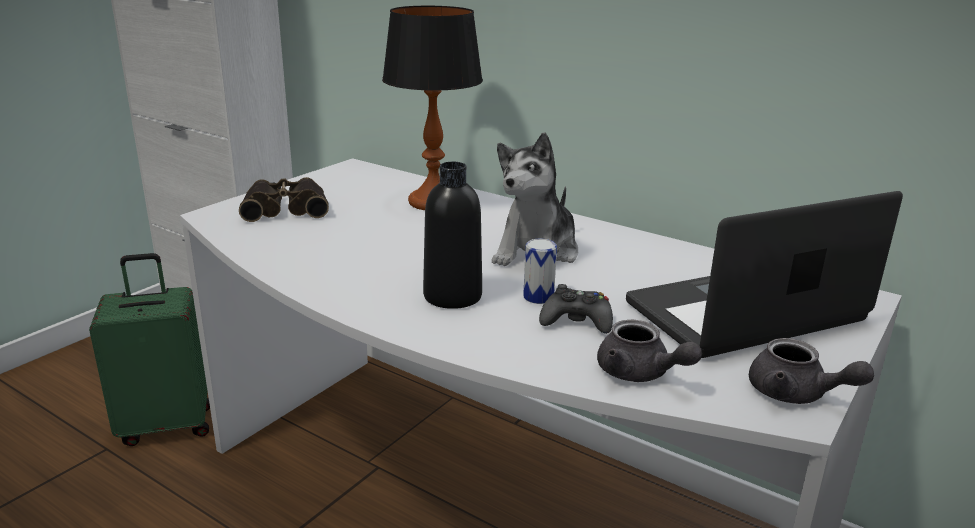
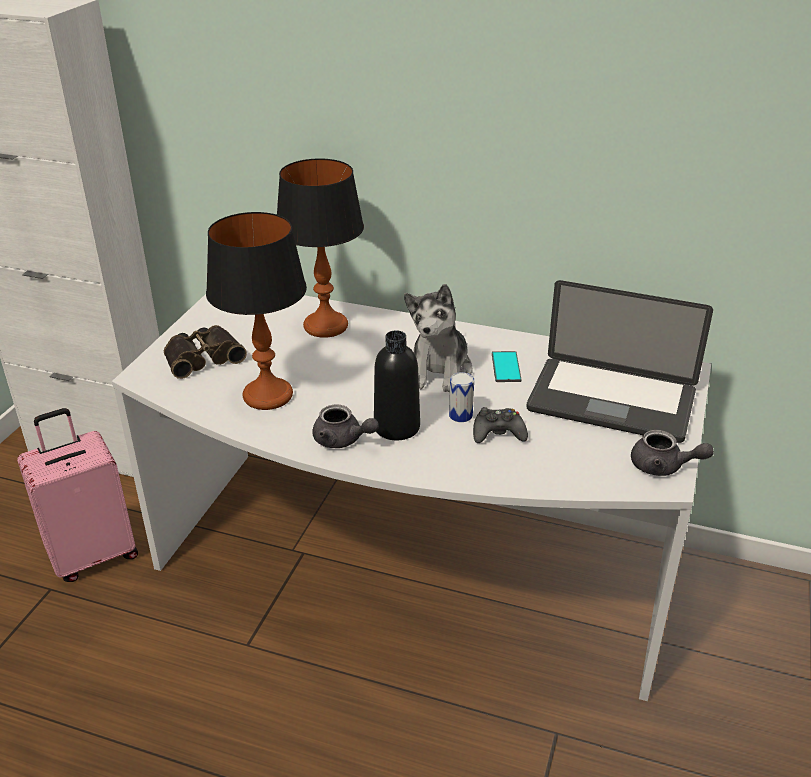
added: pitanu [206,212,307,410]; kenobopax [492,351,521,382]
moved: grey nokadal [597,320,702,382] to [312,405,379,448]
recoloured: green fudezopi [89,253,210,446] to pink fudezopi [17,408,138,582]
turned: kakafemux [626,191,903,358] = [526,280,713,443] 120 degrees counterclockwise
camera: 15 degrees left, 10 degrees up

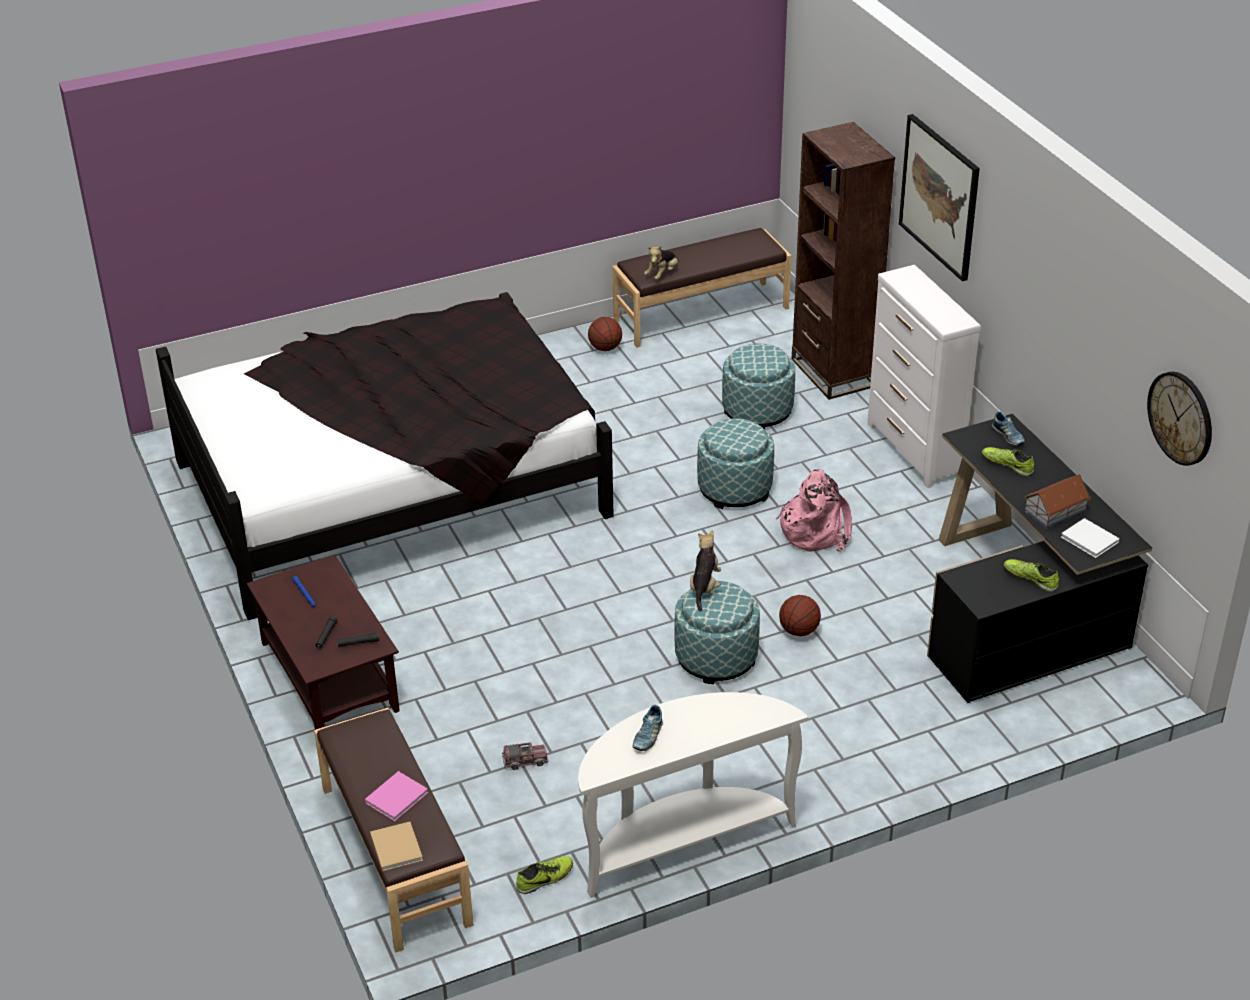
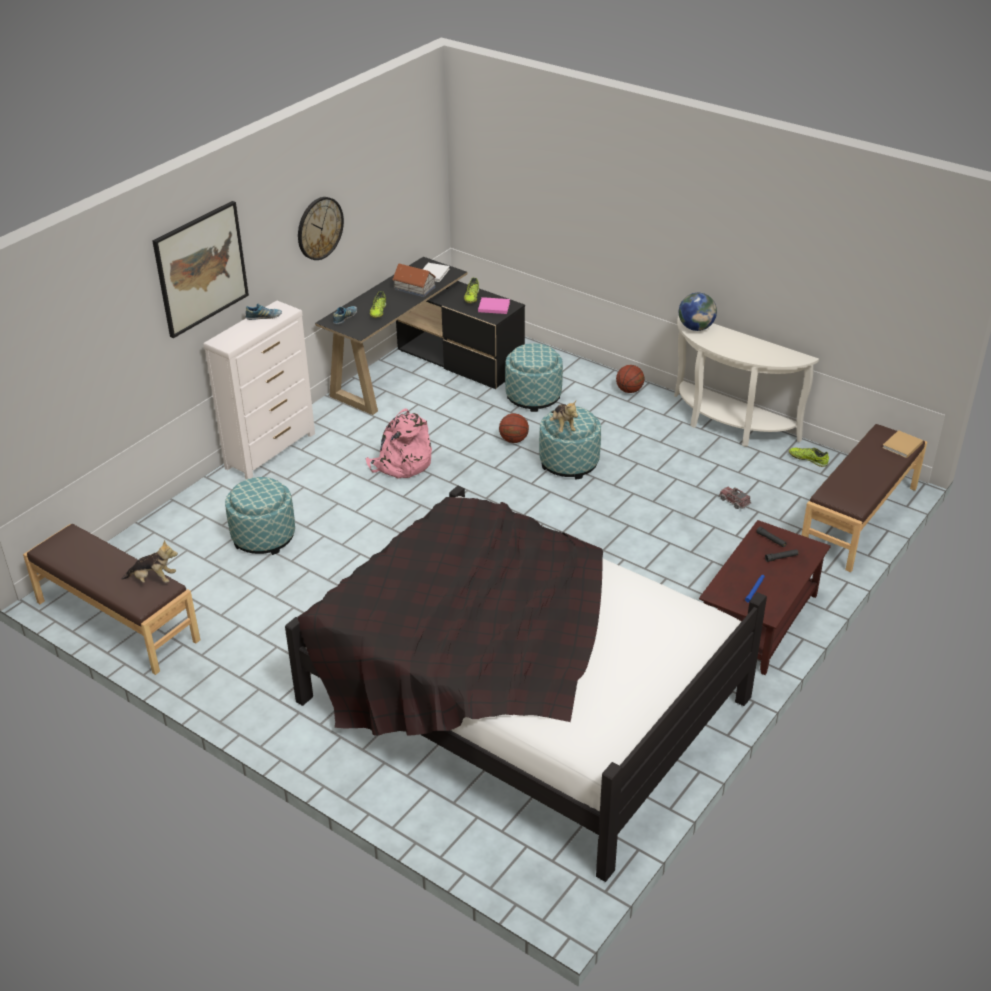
removed: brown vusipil [792,122,895,400]
added: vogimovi [679,293,717,331]
moved: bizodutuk [633,705,663,751] to [246,303,282,320]; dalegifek [1147,372,1212,466] to [298,197,344,260]; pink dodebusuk [365,771,428,821] to [478,297,510,314]; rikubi [697,418,774,509] to [505,343,563,412]; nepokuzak [588,317,622,351] to [616,365,645,393]
turned: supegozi [690,530,721,612] = [549,401,578,432] 90 degrees counterclockwise
camera: 120 degrees left, 0 degrees up

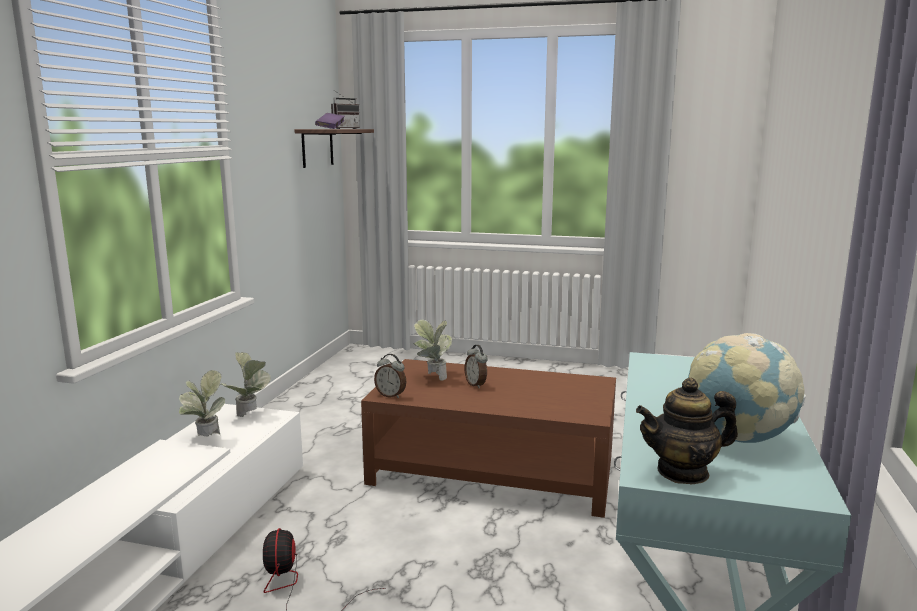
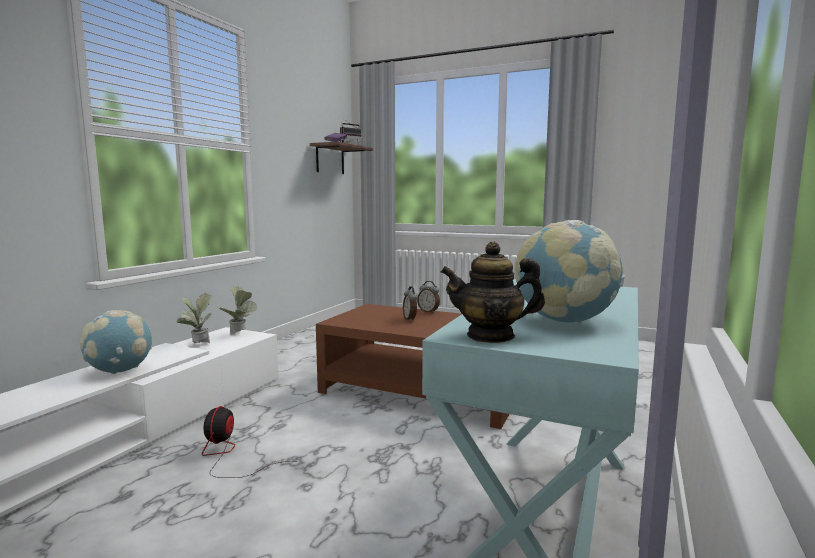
removed: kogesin [414,319,453,380]
added: vogimovi [80,310,152,374]
moved: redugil [374,354,406,398] to [417,281,440,313]
camera: 10 degrees right, 5 degrees down

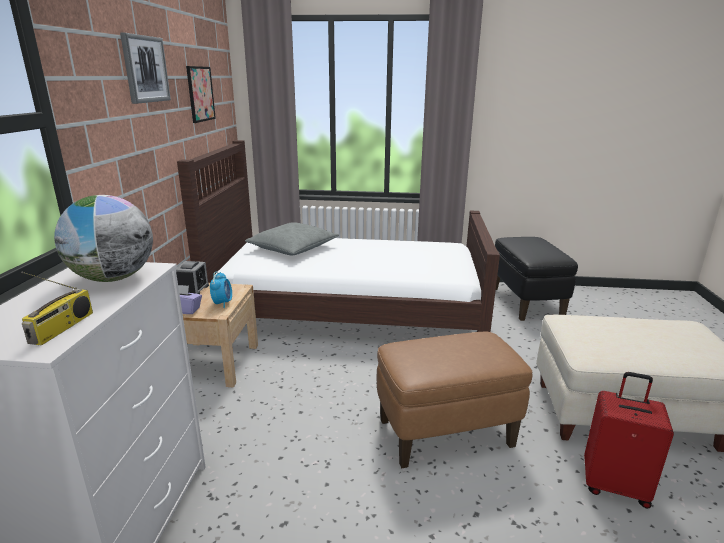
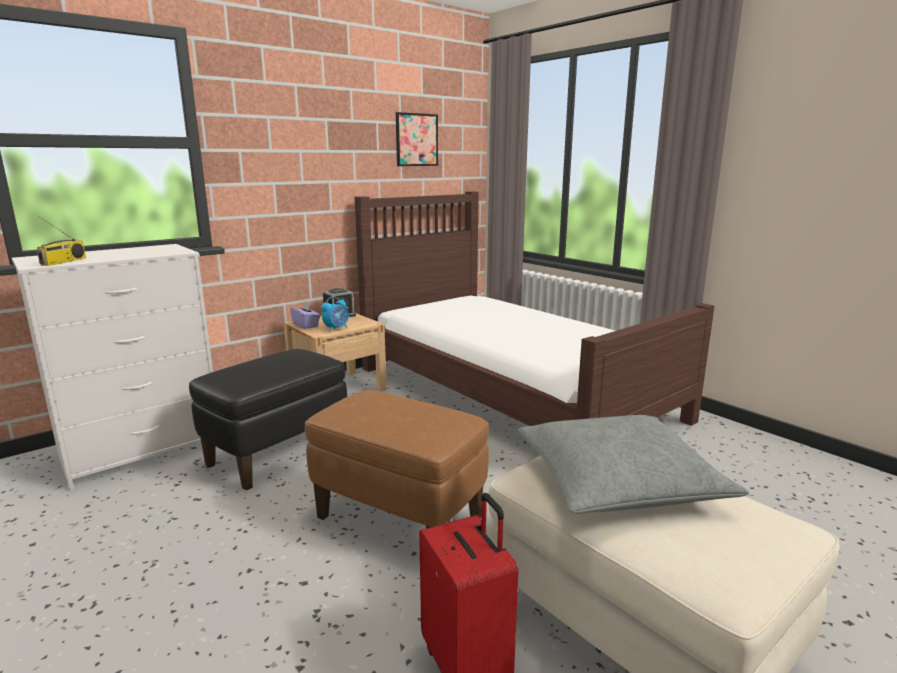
removed: vogimovi [54,195,153,282]; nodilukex [120,33,171,104]
moved: black rikubi [495,237,578,321] to [189,349,347,490]; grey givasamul [245,222,339,255] to [517,415,749,514]
turned: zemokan [21,272,93,345] = [37,216,86,266] 45 degrees counterclockwise
camera: 45 degrees right, 5 degrees down

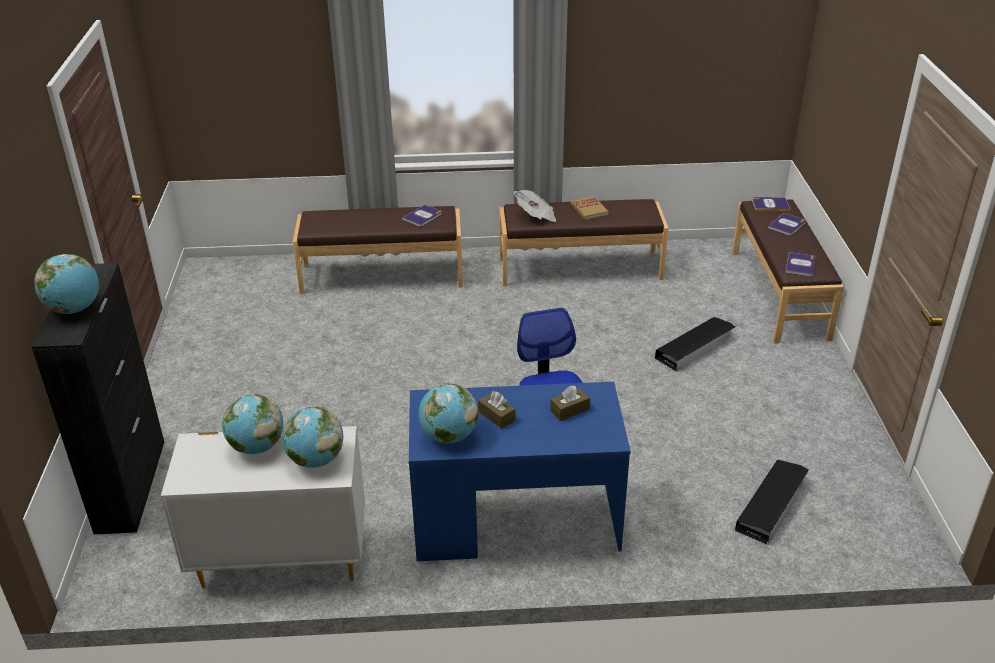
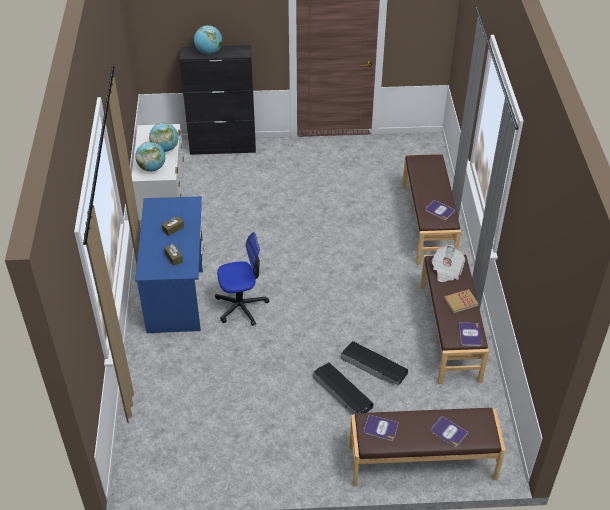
removed: vogimovi [418,383,478,443]
moved: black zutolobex [735,459,809,545] to [341,341,408,386]; dodebusuk [752,197,790,211] to [459,323,482,346]
camera: 90 degrees right, 10 degrees up

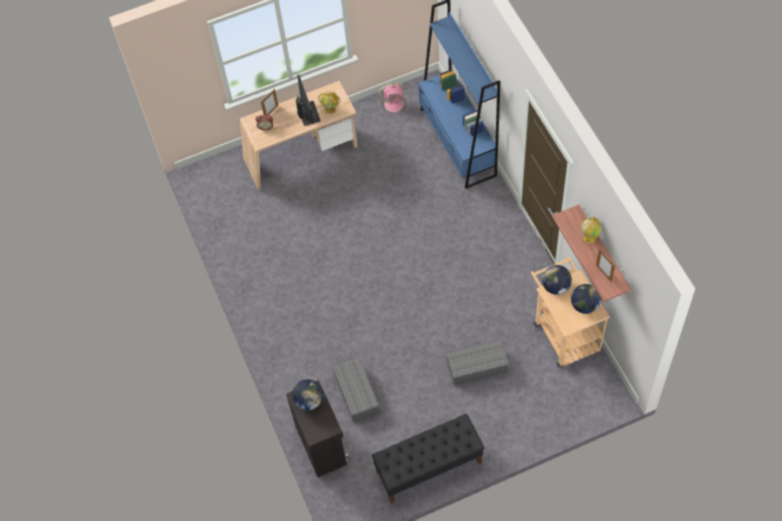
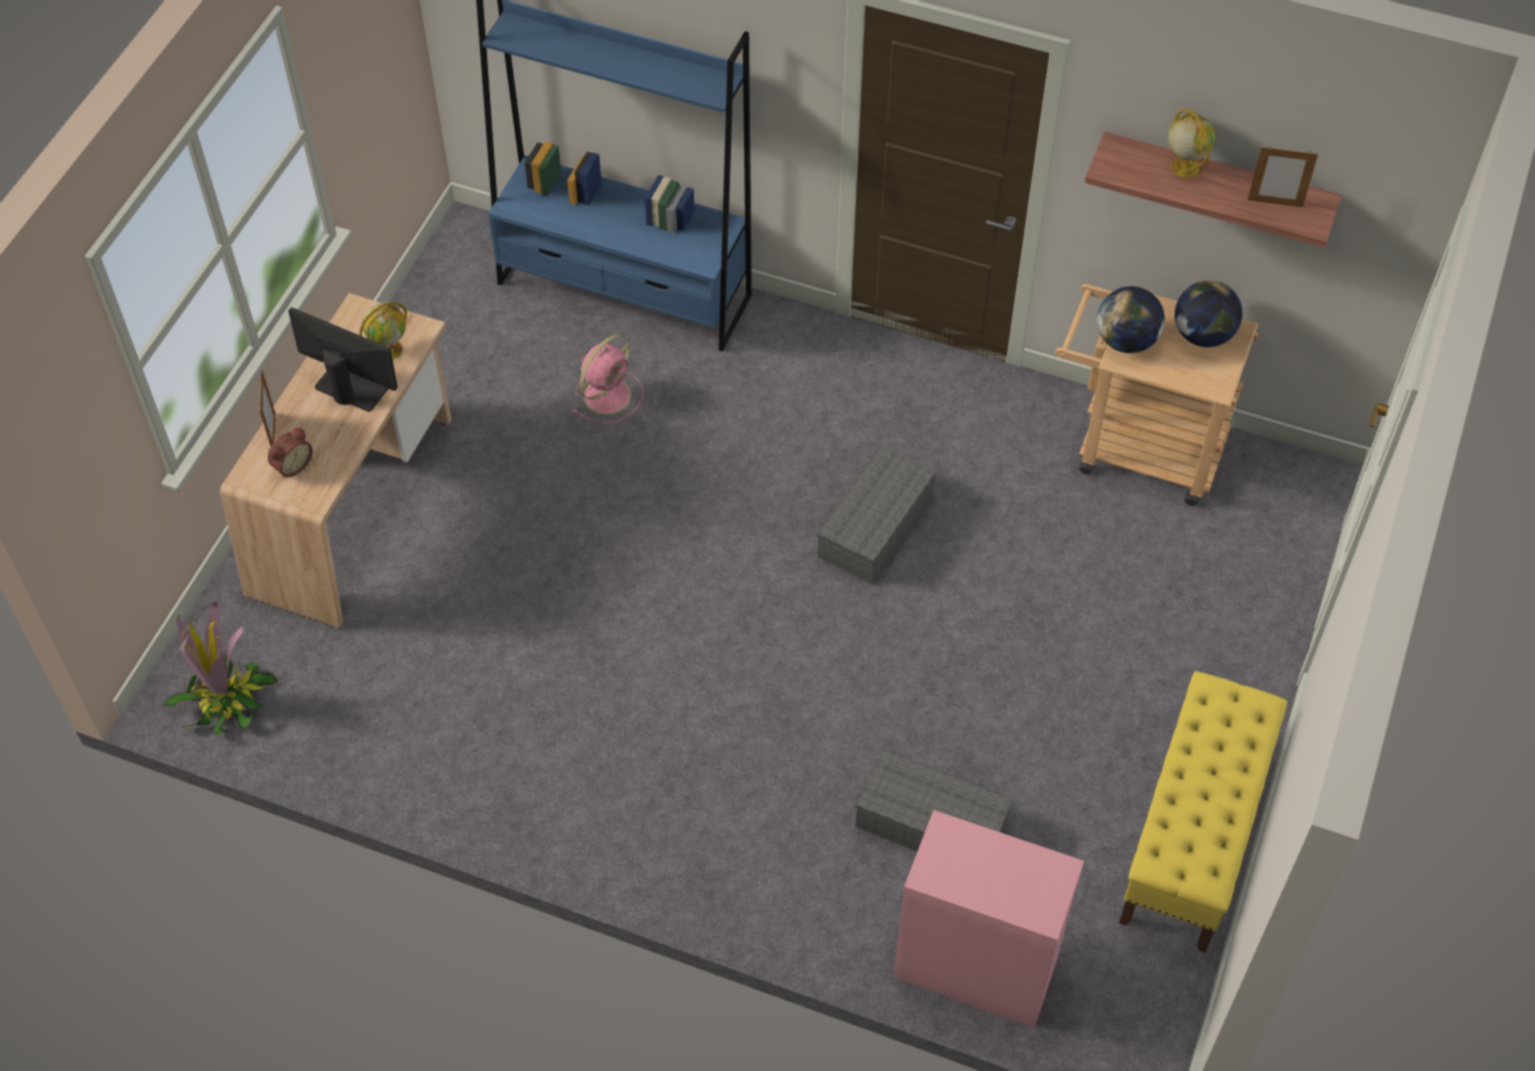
removed: vogimovi [292,379,323,410]
added: kogesin [164,602,279,735]
moved: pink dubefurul [378,83,409,116] to [573,334,643,423]; grey zutolobex [446,340,509,386] to [817,446,936,584]
recoloured: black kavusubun [286,380,349,477] to pink kavusubun [893,810,1084,1028]; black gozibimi [372,414,484,503] to yellow gozibimi [1119,671,1287,953]
camera: 50 degrees left, 5 degrees down

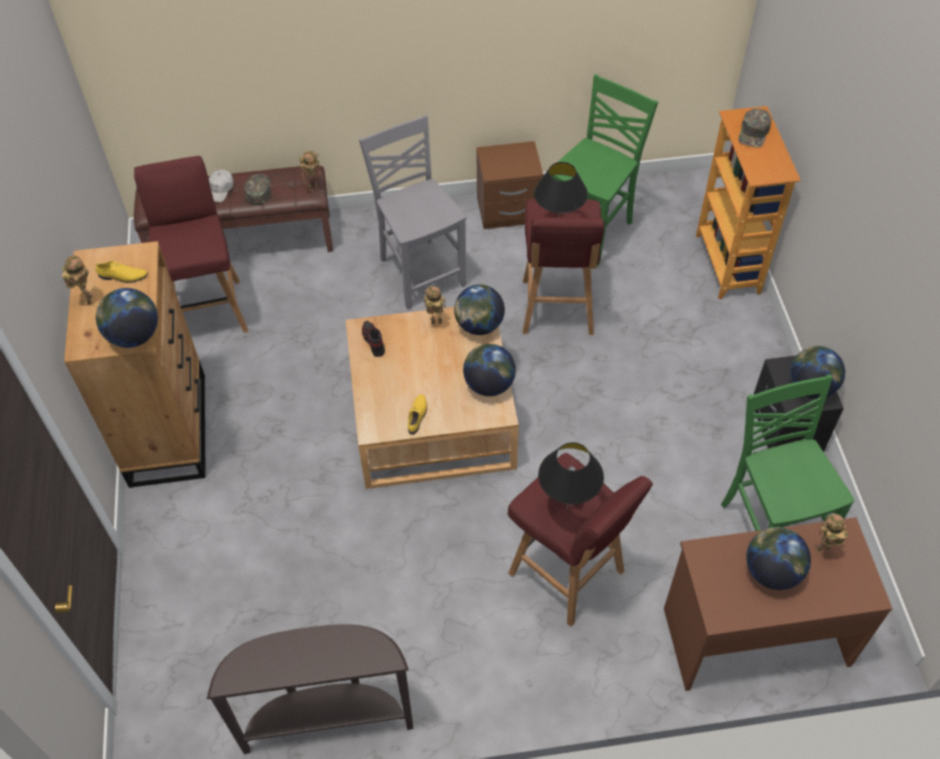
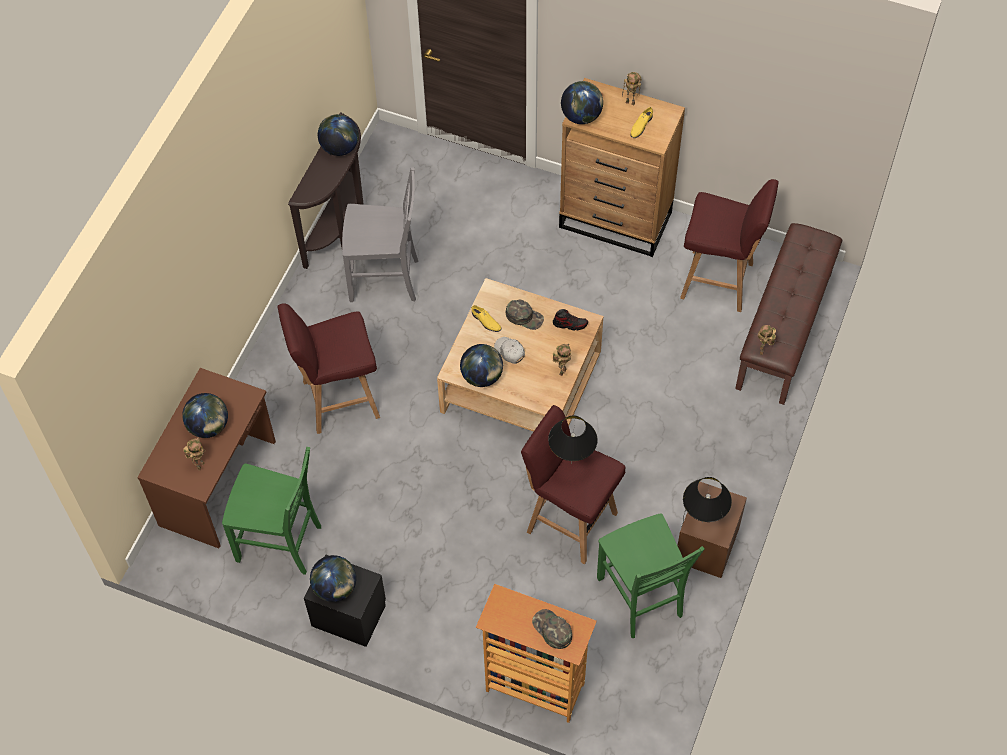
moved: vogimovi [454,284,505,335] to [318,114,359,156]; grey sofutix [359,115,466,310] to [342,167,418,302]; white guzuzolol [209,170,234,202] to [494,337,525,364]; green guzuzolol [244,174,271,205] to [506,299,544,330]; black pitanu [538,442,604,509] to [683,477,732,523]
camera: 120 degrees right, 5 degrees up

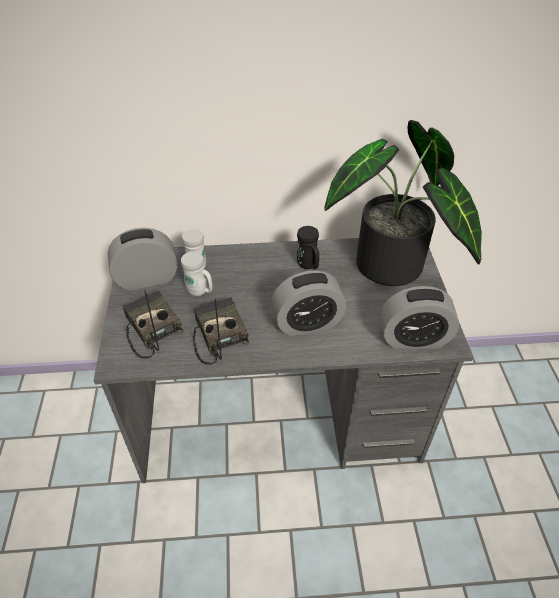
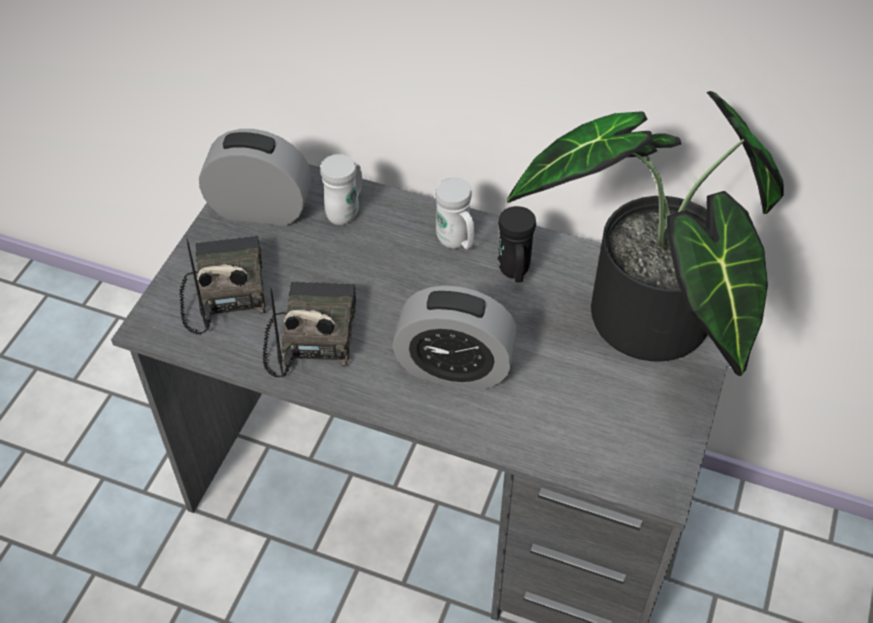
removed: redugil [381,286,459,349]
moved: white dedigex [181,252,213,296] to [435,177,474,249]
camera: 25 degrees right, 5 degrees up

